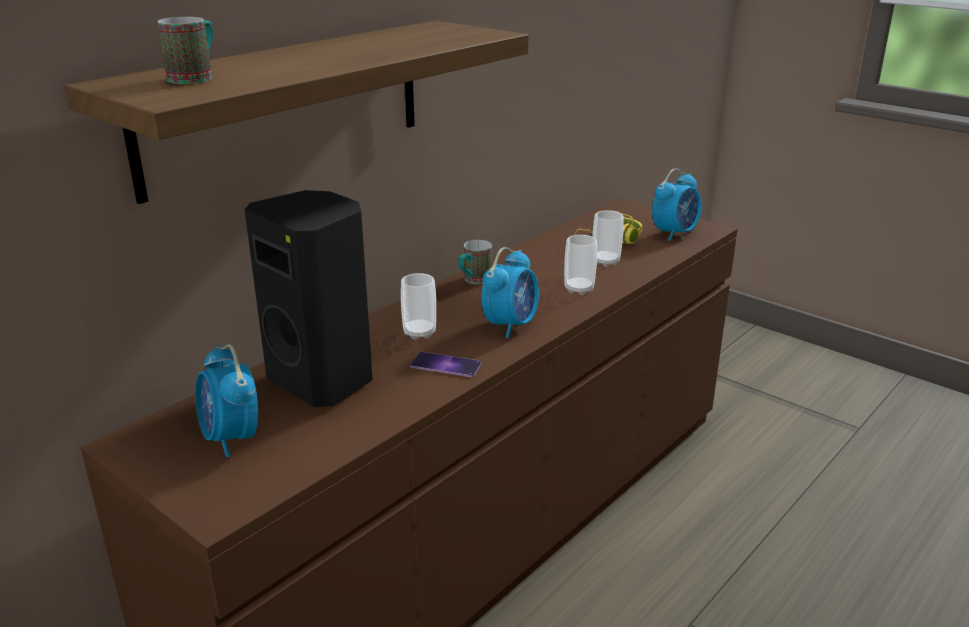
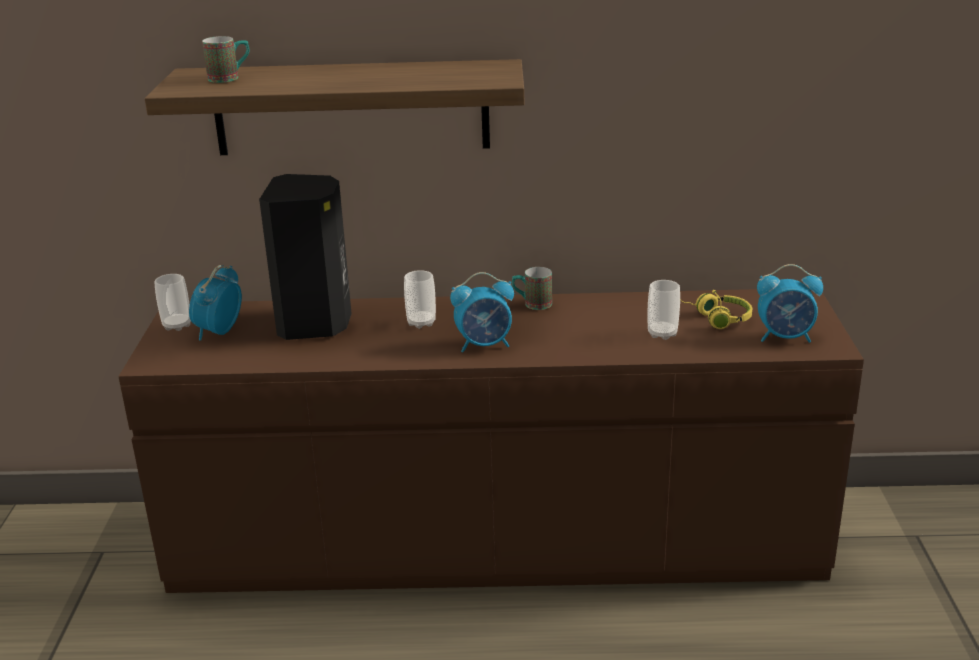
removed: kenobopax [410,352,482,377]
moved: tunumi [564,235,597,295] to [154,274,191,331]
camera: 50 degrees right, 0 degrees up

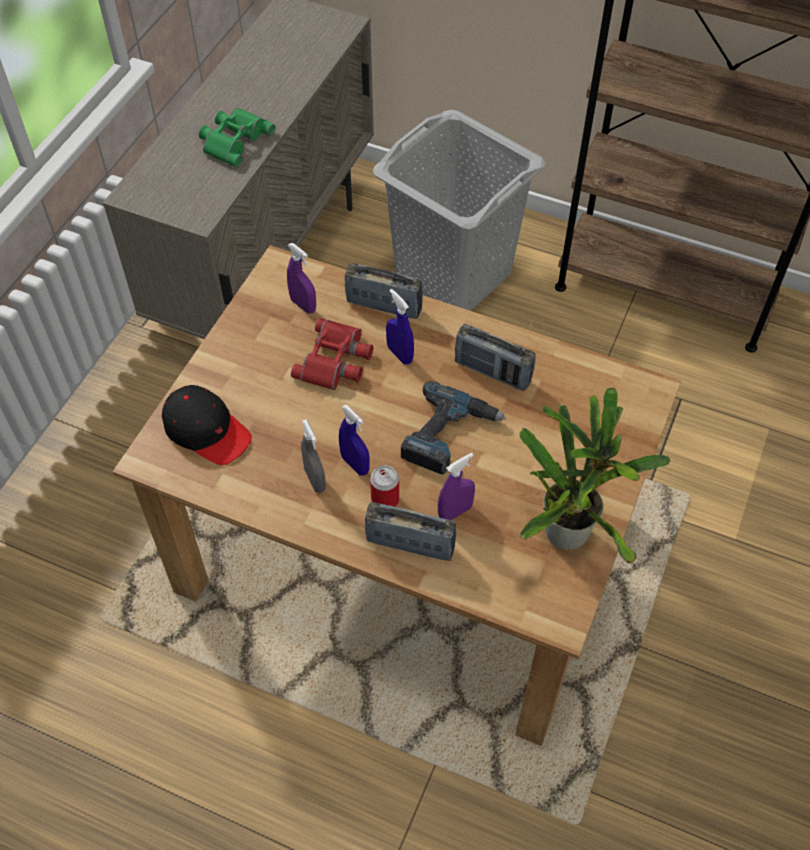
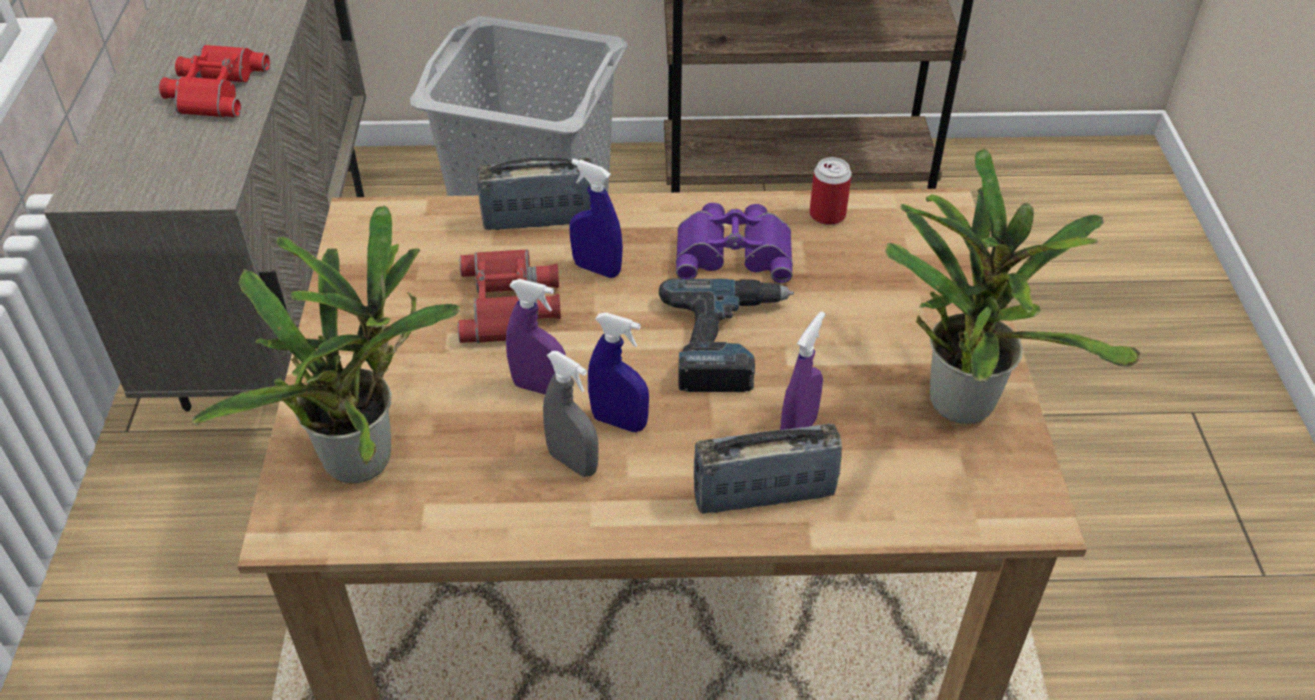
moved: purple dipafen [287,243,316,314] to [506,279,566,394]; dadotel [370,465,399,507] to [809,157,852,225]
replaced: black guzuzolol [162,385,252,465] to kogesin [192,206,460,484]; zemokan [455,324,536,391] to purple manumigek [676,203,793,283]
recoloured: green manumigek [199,108,275,167] to red manumigek [159,45,270,117]
camera: 25 degrees left, 10 degrees down

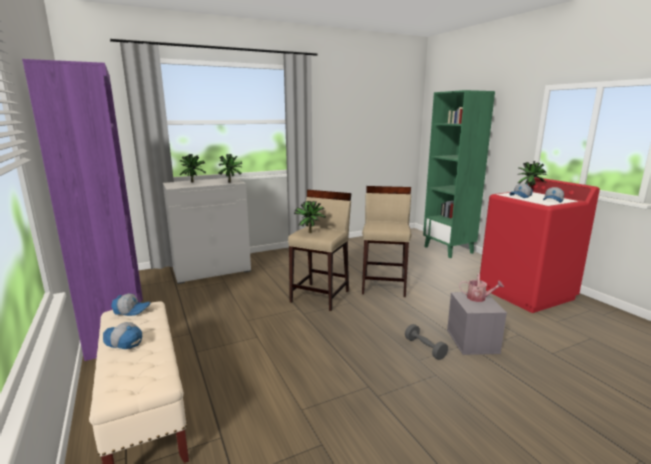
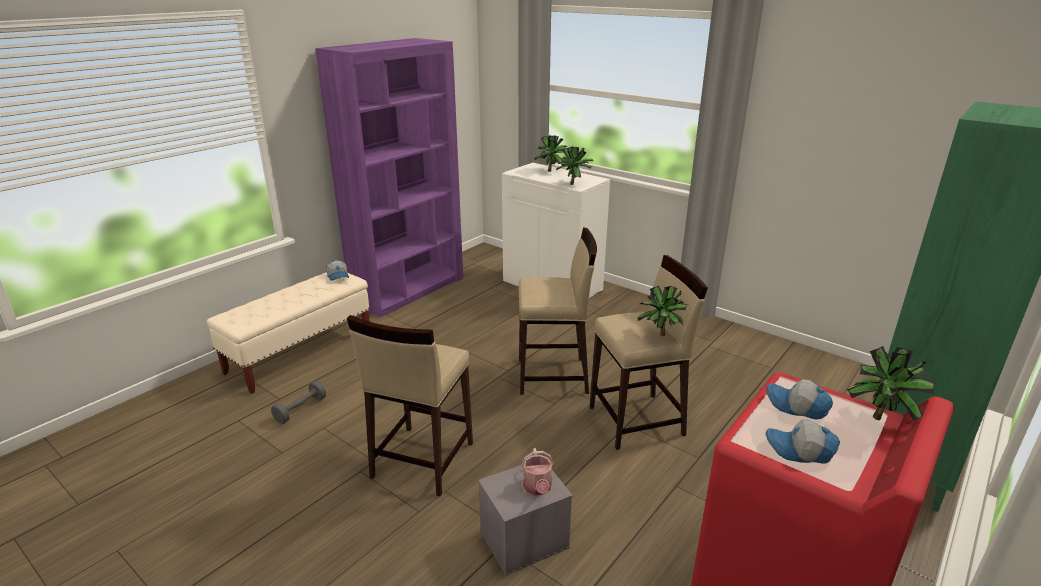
removed: guzuzolol [103,322,142,349]
added: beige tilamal [347,315,473,496]
moved: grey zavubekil [405,324,448,360] to [271,381,326,424]; kogesin [294,201,326,233] to [638,286,688,336]
camera: 65 degrees right, 10 degrees up

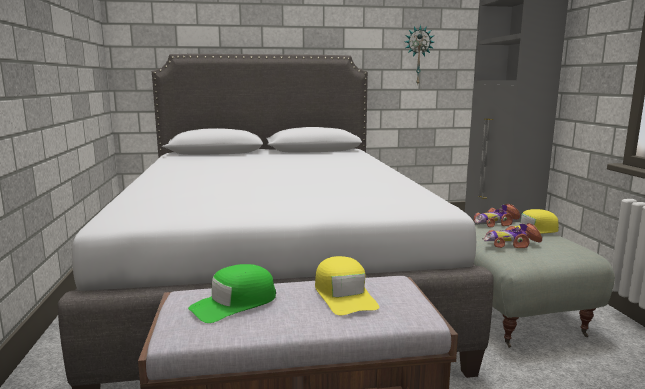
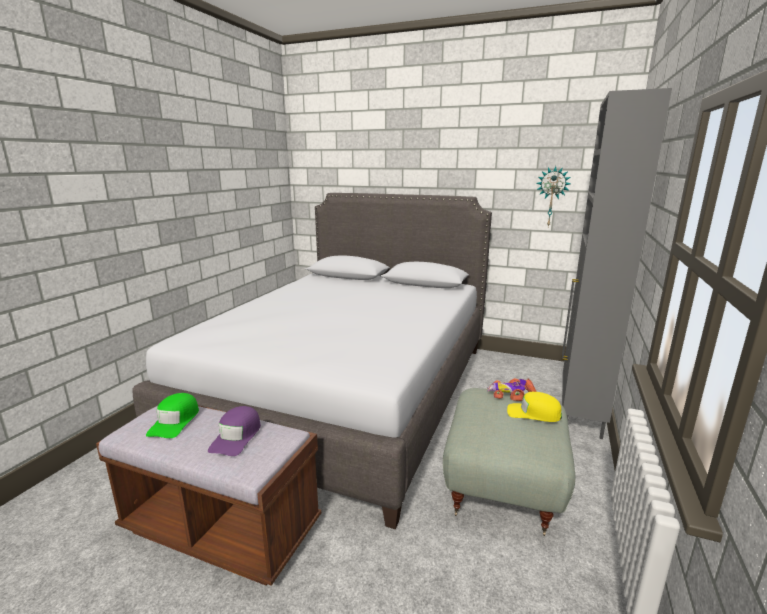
removed: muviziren [482,223,542,248]
recoloured: yellow guzuzolol [315,256,379,315] to purple guzuzolol [208,406,261,456]
turned: green guzuzolol [188,264,276,323] = [146,393,199,438] 75 degrees counterclockwise
camera: 30 degrees right, 5 degrees up

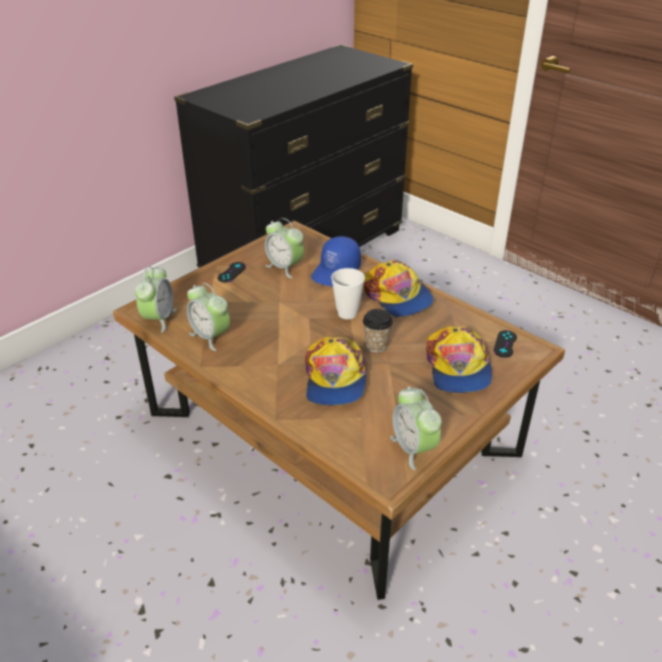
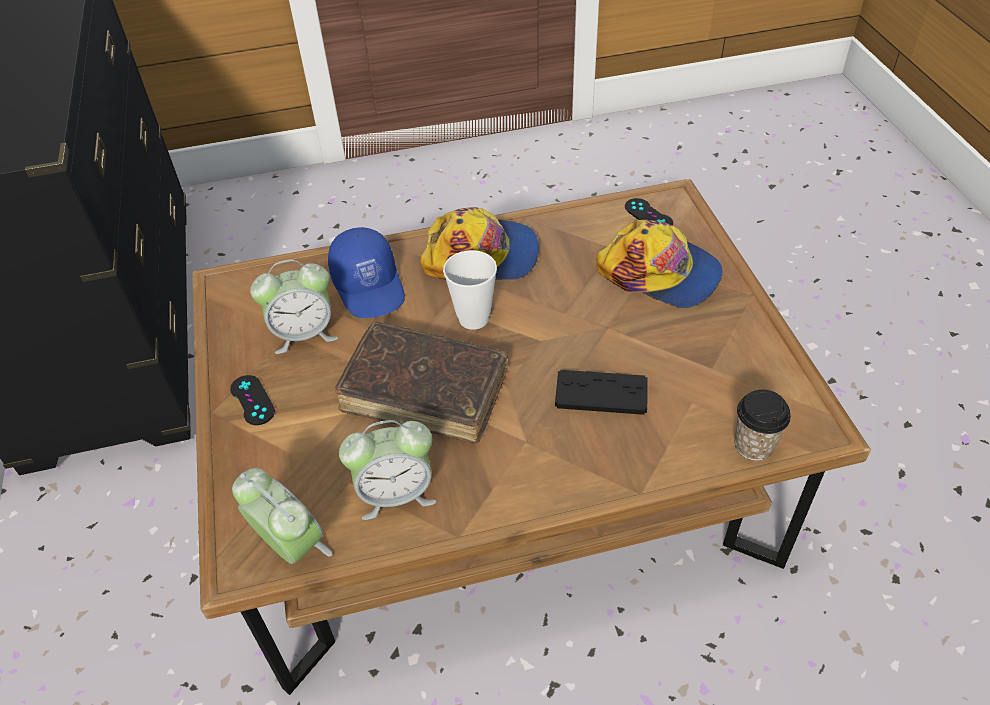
removed: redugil [390,386,442,470]
added: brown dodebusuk [335,321,508,443]
moved: tunumi [363,309,393,353] to [734,390,791,461]
replaced: guzuzolol [305,337,367,406] to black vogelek [555,370,648,415]
camera: 55 degrees left, 10 degrees up

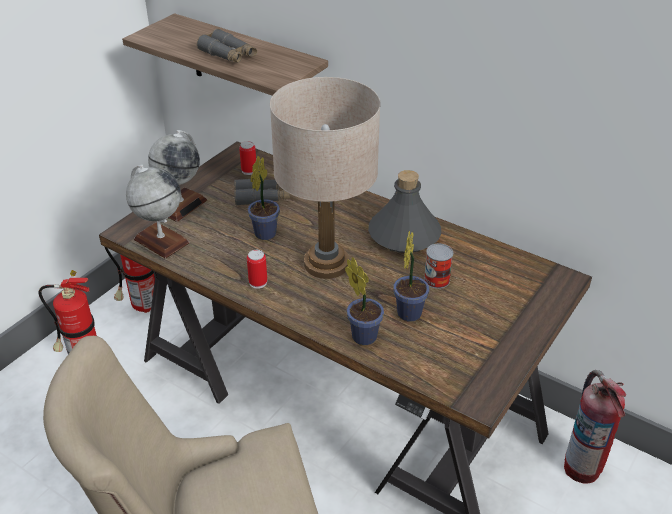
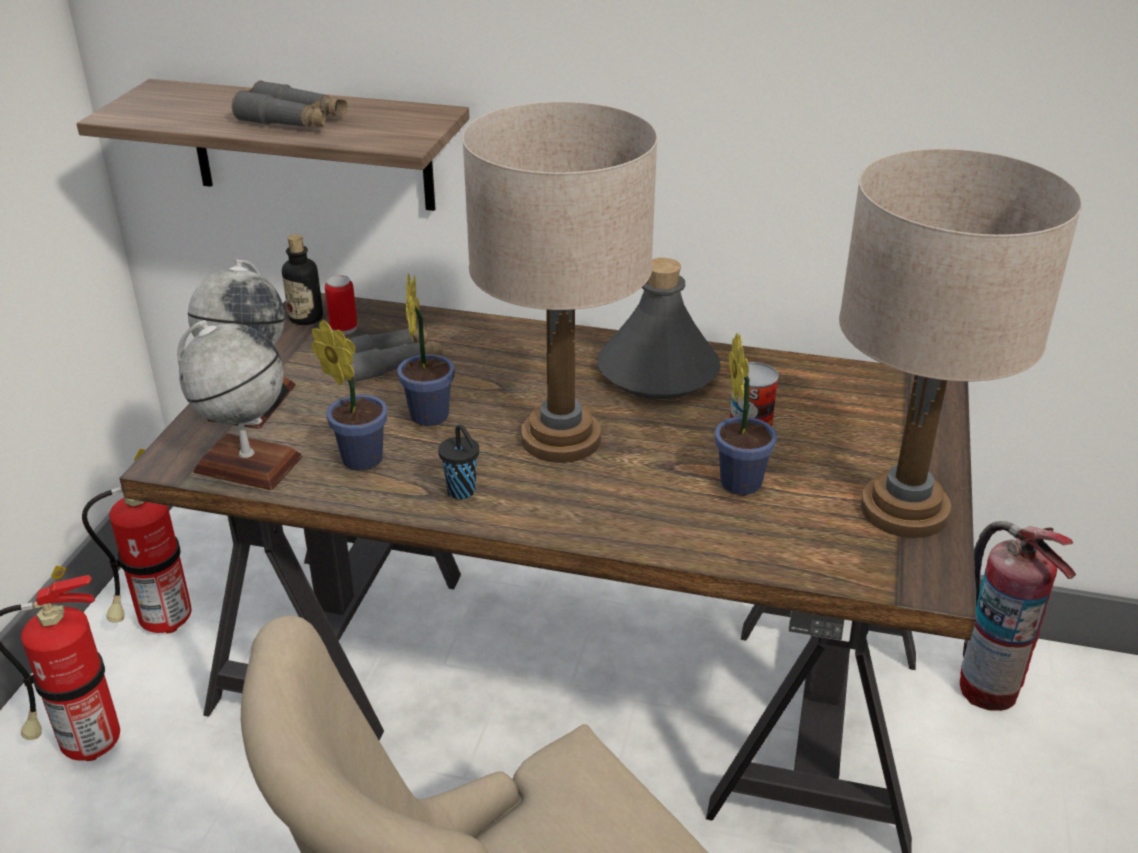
added: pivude [282,234,323,325]; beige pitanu [839,149,1082,538]
moved: kogesin [345,257,384,345] to [311,320,387,471]
replaced: dadotel [247,250,267,289] to black tunumi [438,424,479,499]
camera: 20 degrees left, 5 degrees down

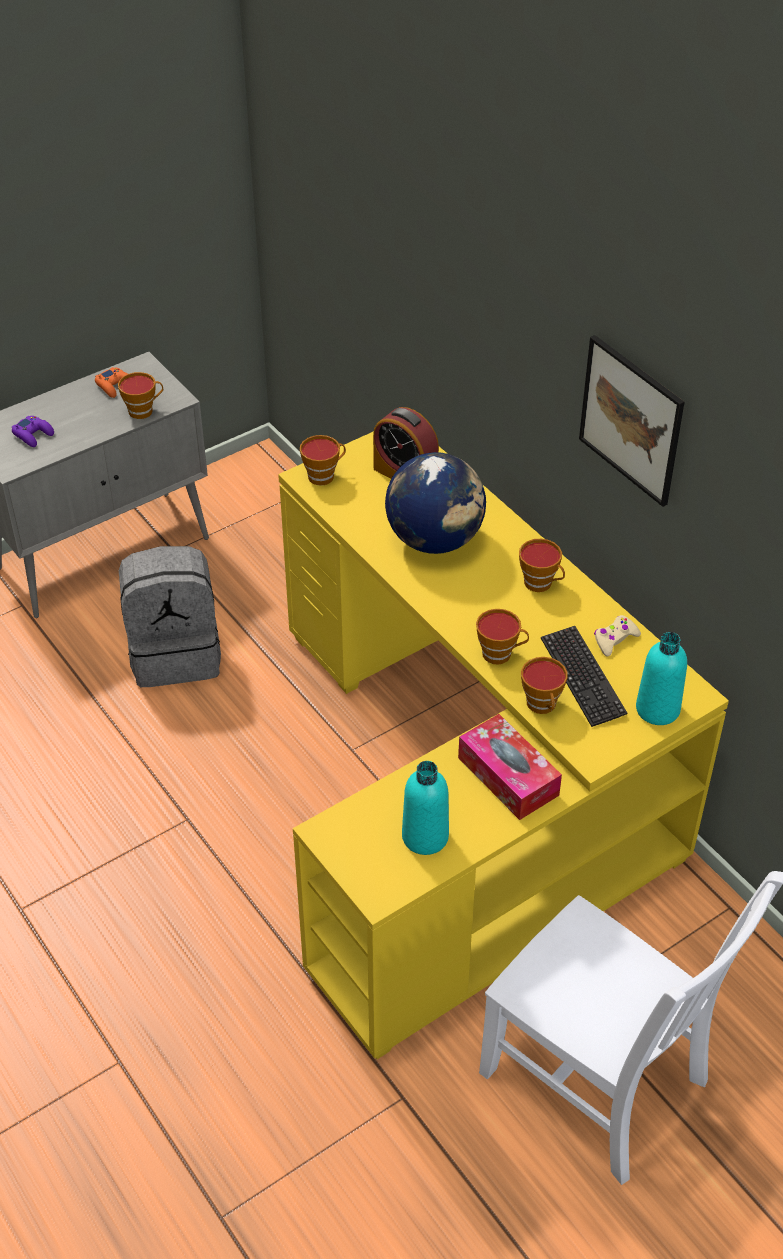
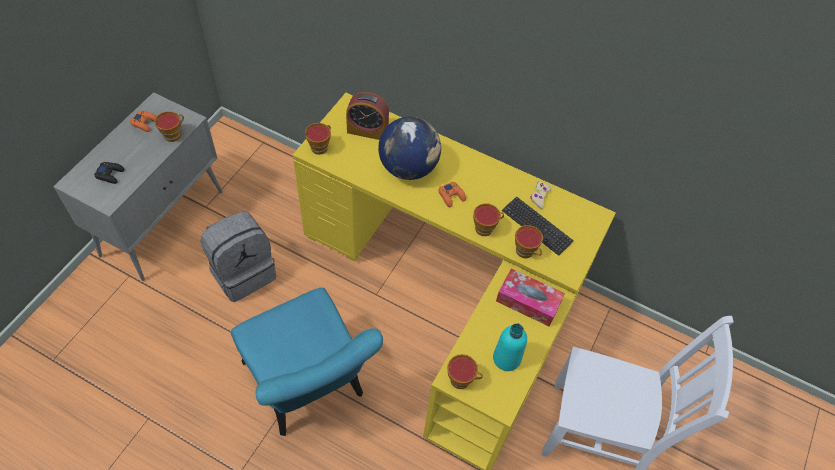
removed: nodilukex [579,335,684,507]; turquoise pivude [636,632,687,725]
added: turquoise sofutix [230,288,383,436]; orange vogelek [438,181,466,207]
moved: tunumi [519,539,565,592] to [447,354,483,389]
recoloured: purple vogelek [12,416,54,447] to black vogelek [94,162,124,184]
camera: 30 degrees left, 10 degrees up

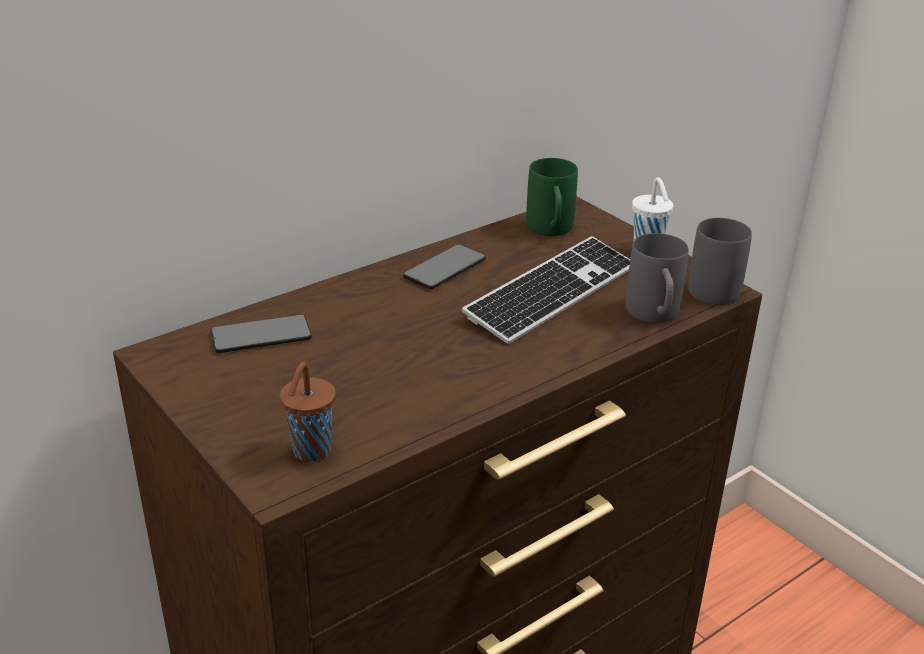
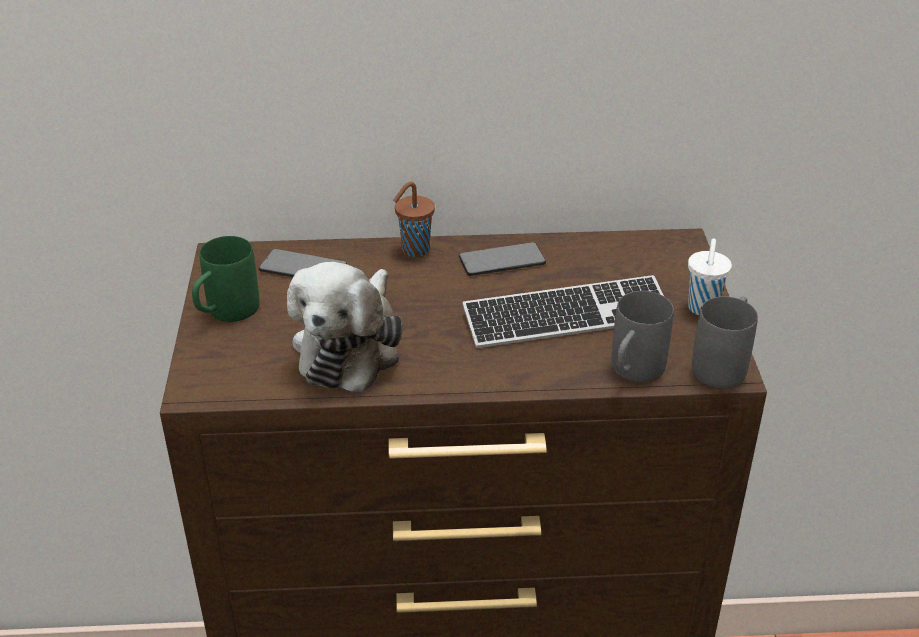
added: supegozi [287,262,403,393]
moved: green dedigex [526,158,578,236] to [192,236,260,322]; brown tunumi [280,362,336,462] to [393,182,435,257]
camera: 35 degrees right, 5 degrees up

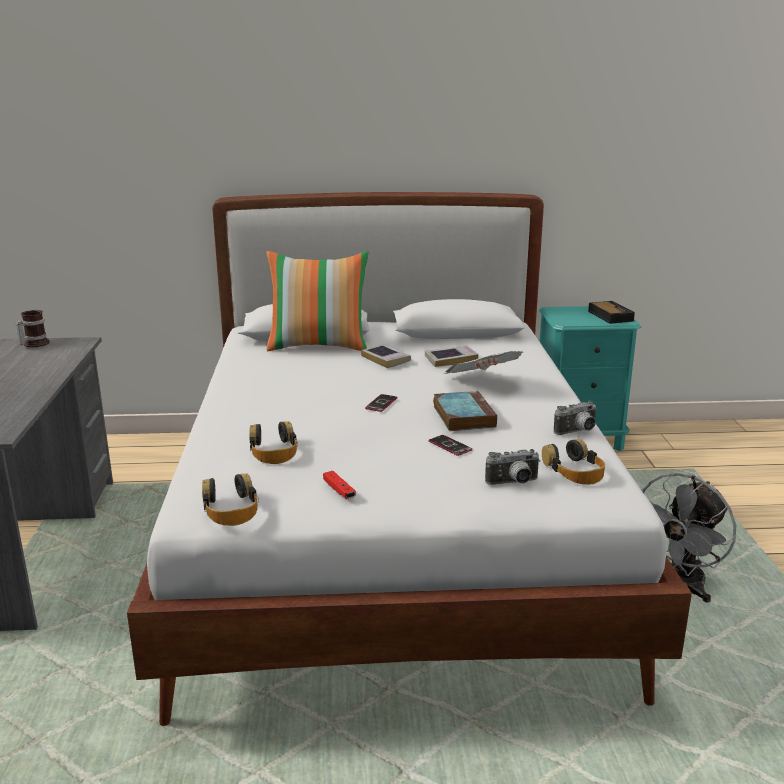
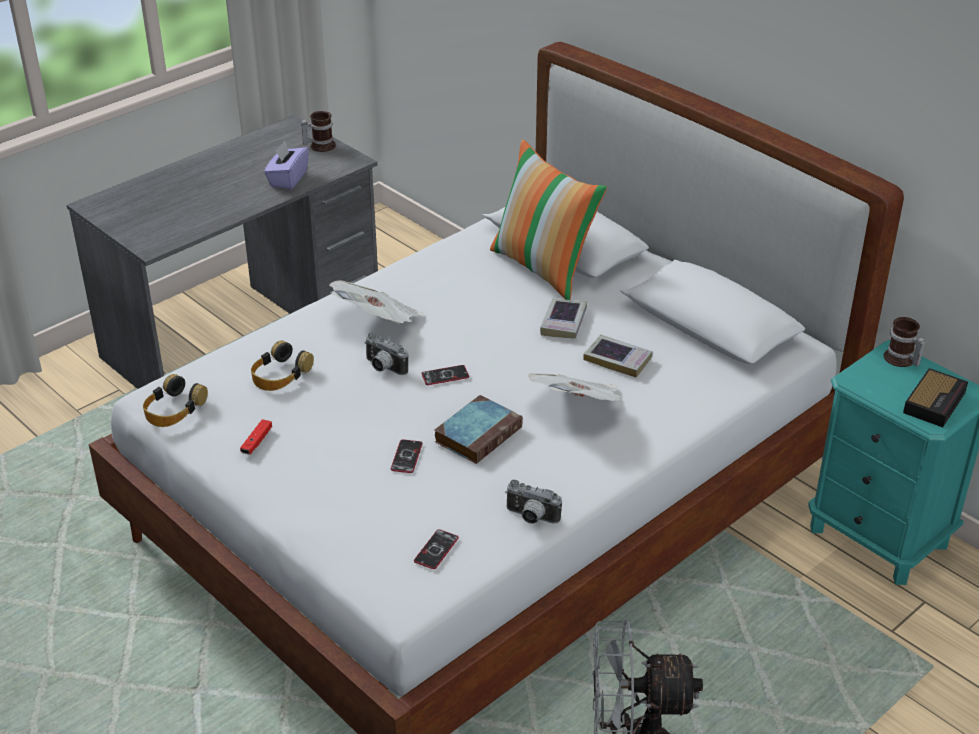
added: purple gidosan [264,141,309,189]; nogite [329,280,425,324]; dedigex [884,317,925,367]
moved: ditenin [485,449,540,485] to [364,332,408,375]
replaced: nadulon [542,439,605,485] to kenobopax [414,529,459,569]
camera: 50 degrees right, 15 degrees up

